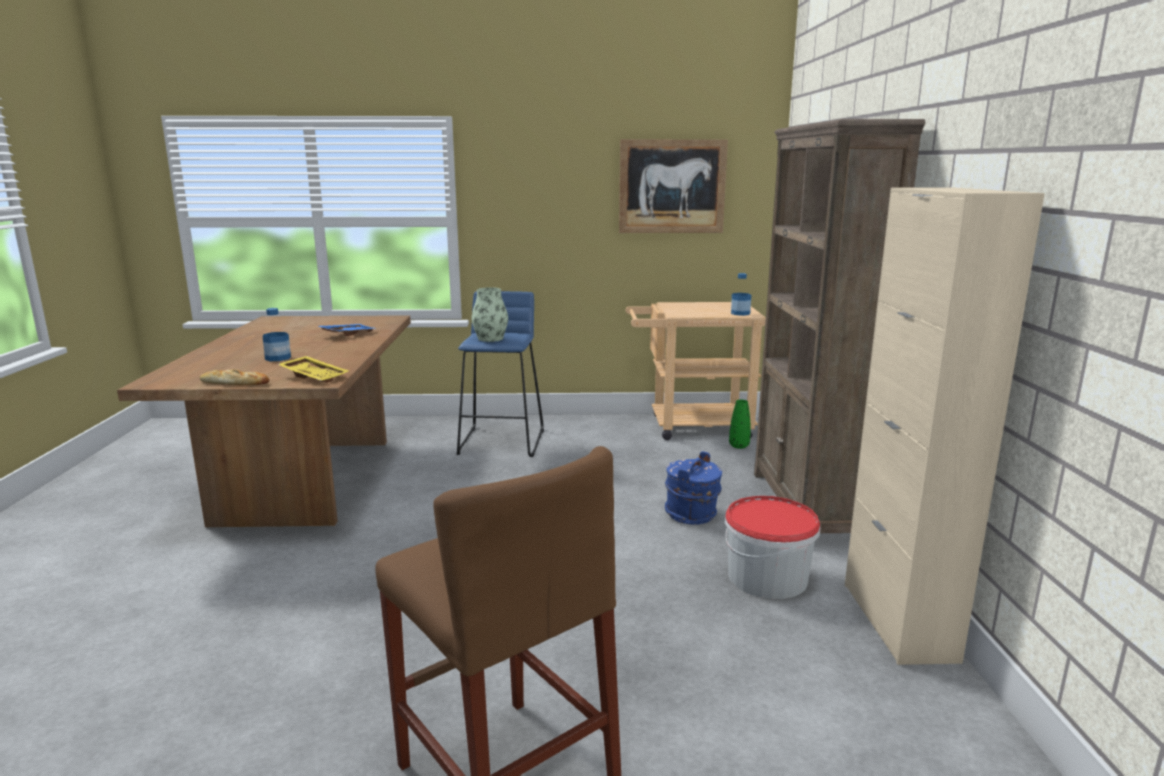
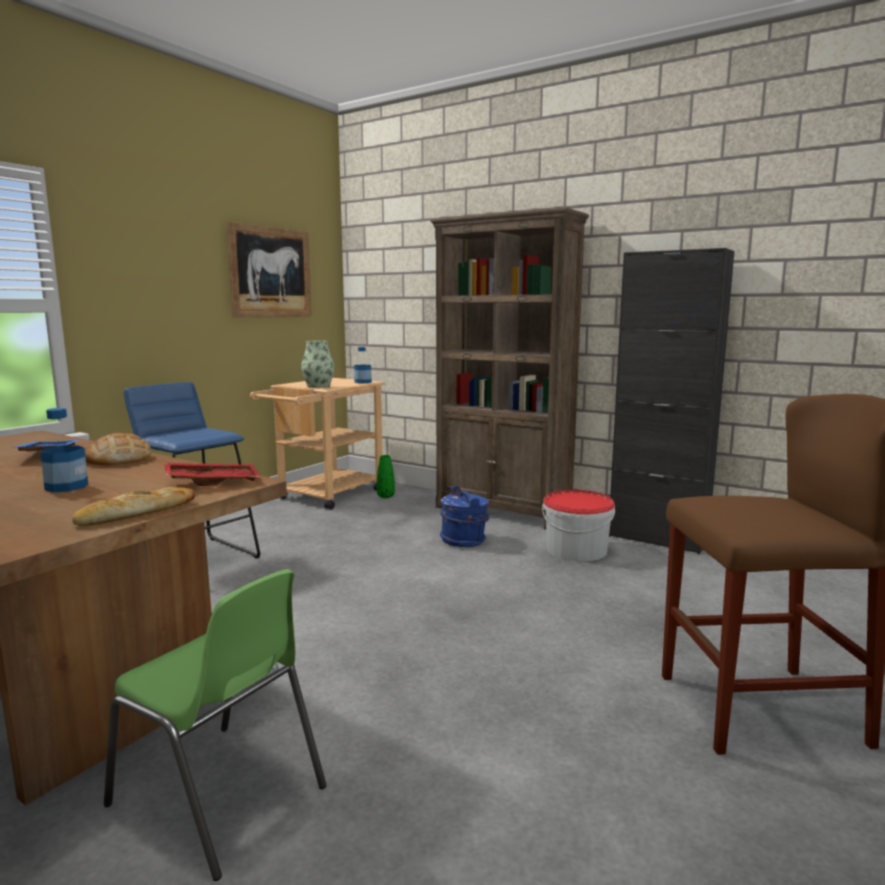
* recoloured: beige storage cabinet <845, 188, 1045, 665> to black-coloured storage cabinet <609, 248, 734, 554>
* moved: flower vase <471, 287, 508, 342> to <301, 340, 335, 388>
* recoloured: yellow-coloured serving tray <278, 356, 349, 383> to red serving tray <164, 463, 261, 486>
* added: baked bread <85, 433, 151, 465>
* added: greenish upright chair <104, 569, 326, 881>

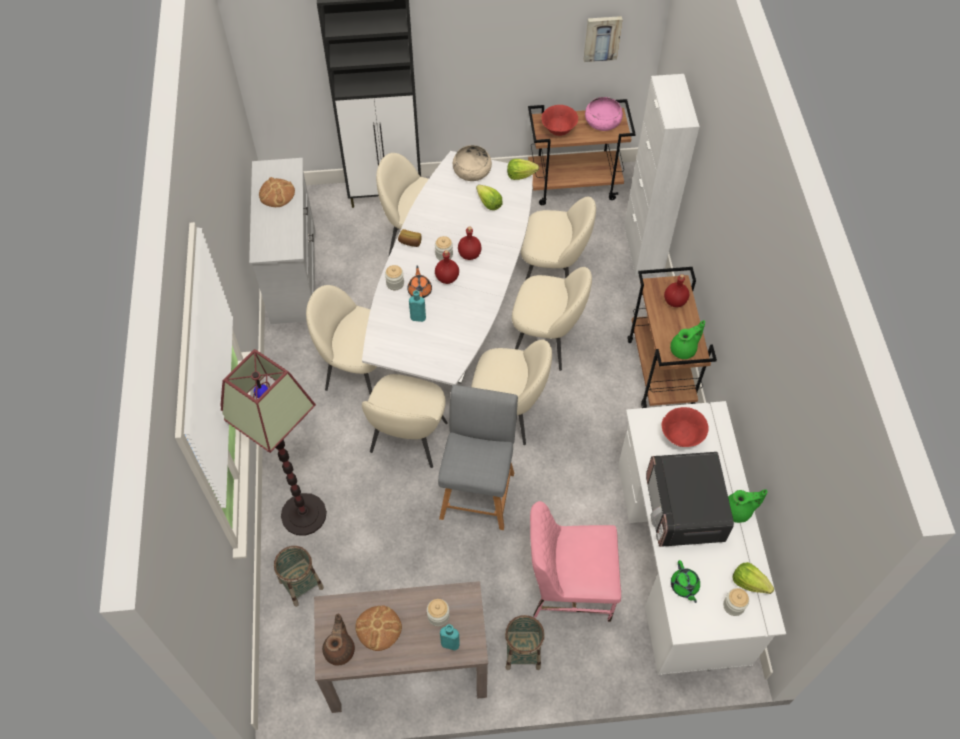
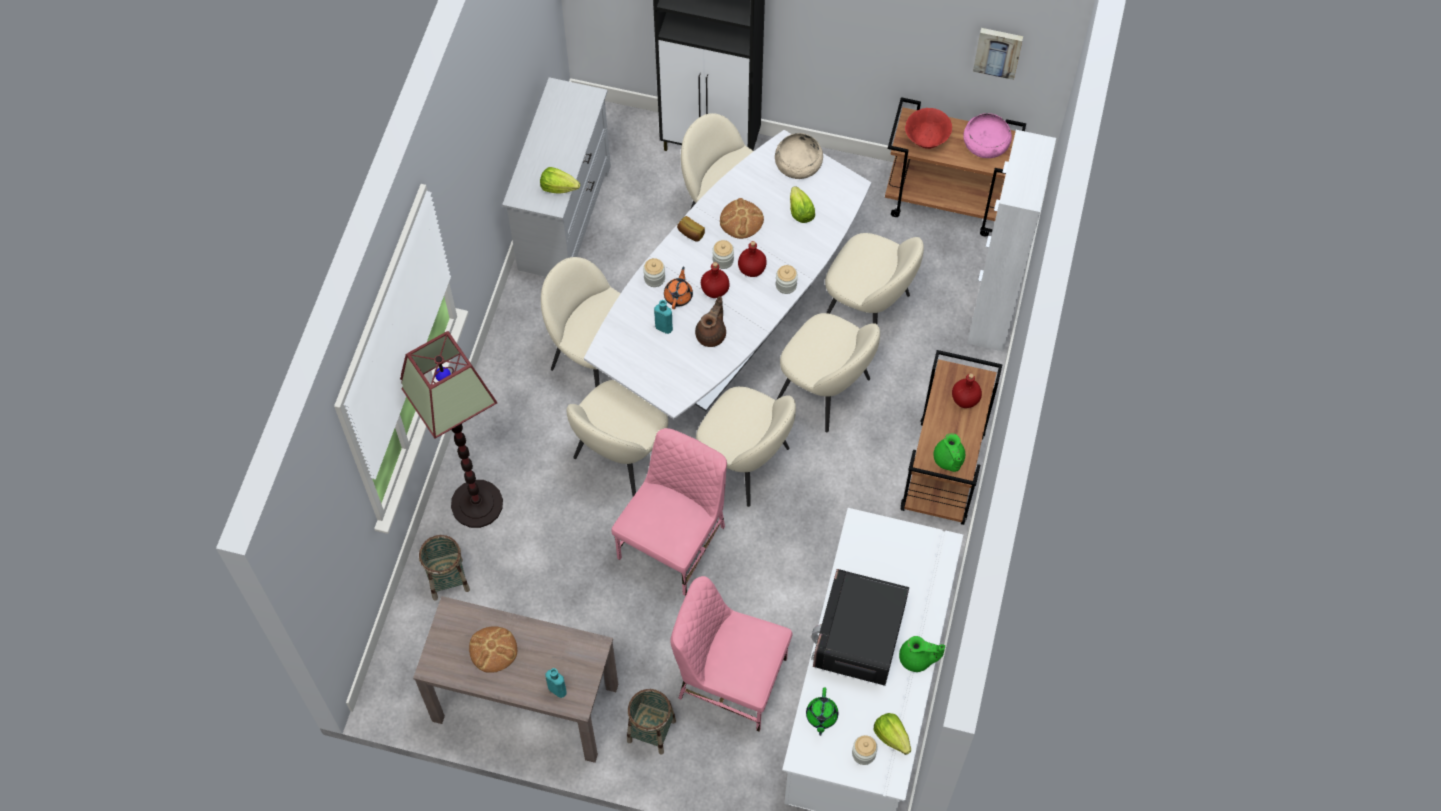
* moved: lettuce head <507, 159, 539, 180> to <540, 167, 580, 194>
* moved: baked bread <259, 177, 295, 207> to <720, 198, 764, 239>
* turned: greenish tea pot <670, 320, 705, 359> = <933, 433, 965, 472> 90 degrees clockwise
* replaced: gray stool <438, 385, 518, 530> to pink upright chair <612, 428, 727, 596>
* removed: red serving bowl <662, 407, 709, 447>
* moved: preserve jar <427, 599, 450, 627> to <776, 265, 798, 294>
* moved: brown tea pot <322, 614, 355, 666> to <695, 296, 726, 347>

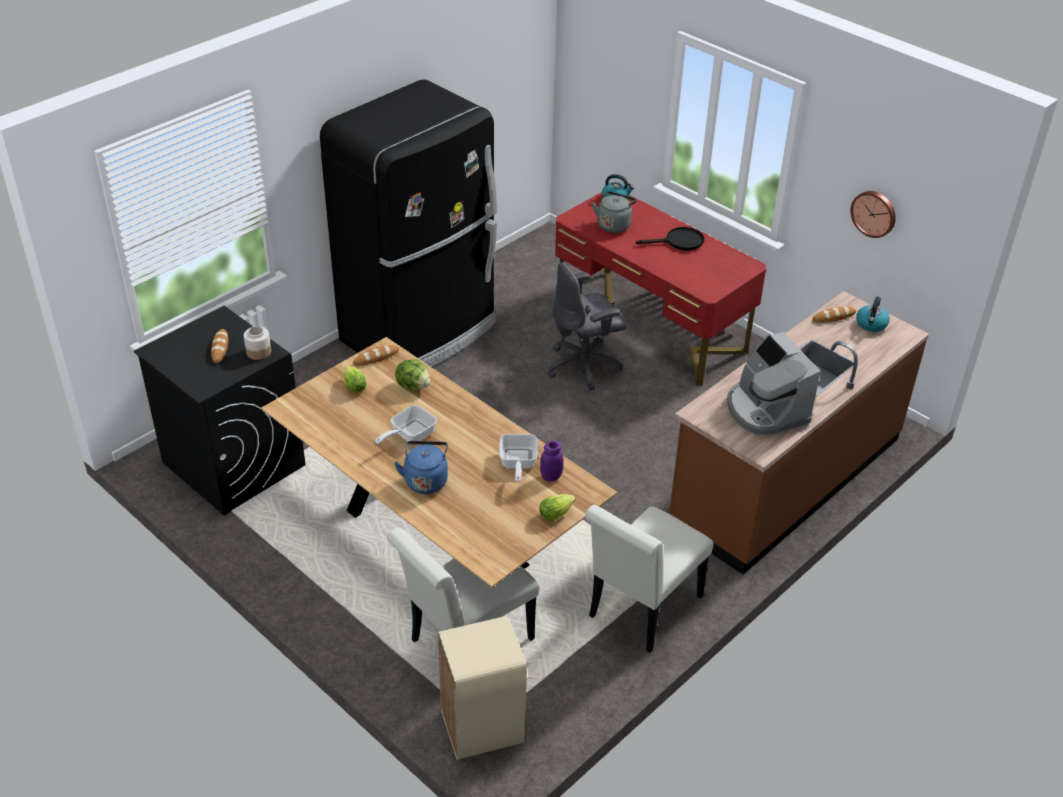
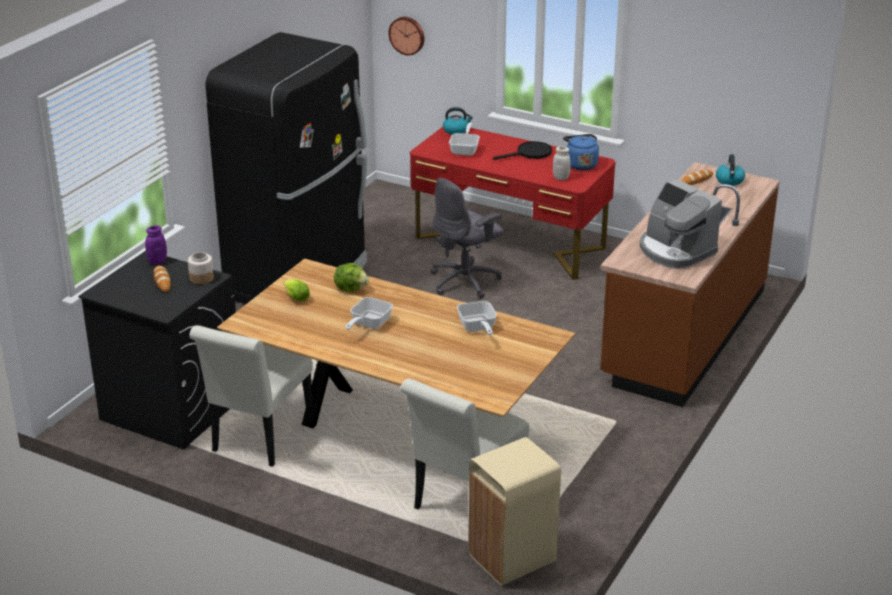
* replaced: gray kettle <592, 191, 637, 233> to frying pan <449, 123, 480, 156>
* moved: hanging clock <850, 191, 896, 238> to <388, 17, 424, 55>
* removed: baked bread <353, 345, 399, 366>
* moved: blue kettle <394, 441, 448, 494> to <563, 134, 599, 170>
* moved: purple-coloured preserve jar <540, 441, 564, 482> to <145, 226, 167, 265>
* removed: lettuce head <539, 494, 575, 521>
* moved: white upright chair <585, 505, 714, 653> to <189, 326, 313, 467>
* added: white preserve jar <553, 146, 571, 180>

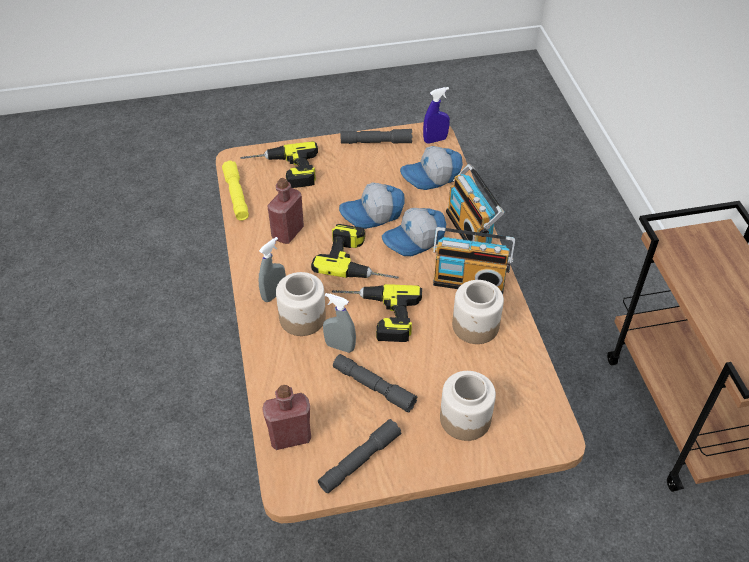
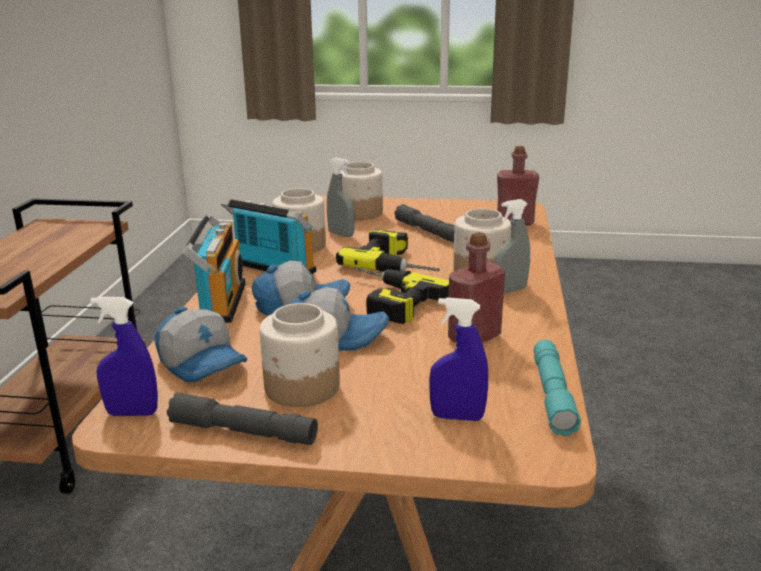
* replaced: power drill <240, 141, 318, 188> to blue sprayer <429, 297, 488, 421>
* turned: baseball cap <400, 146, 463, 190> = <154, 306, 247, 382> 45 degrees clockwise
* recoloured: yellow-coloured torch <222, 160, 249, 221> to turquoise-coloured torch <534, 340, 581, 436>
* moved: gray sprayer <323, 293, 356, 353> to <327, 157, 355, 237>
* removed: gray torch <318, 419, 401, 493>
* added: preserve jar <260, 303, 340, 407>

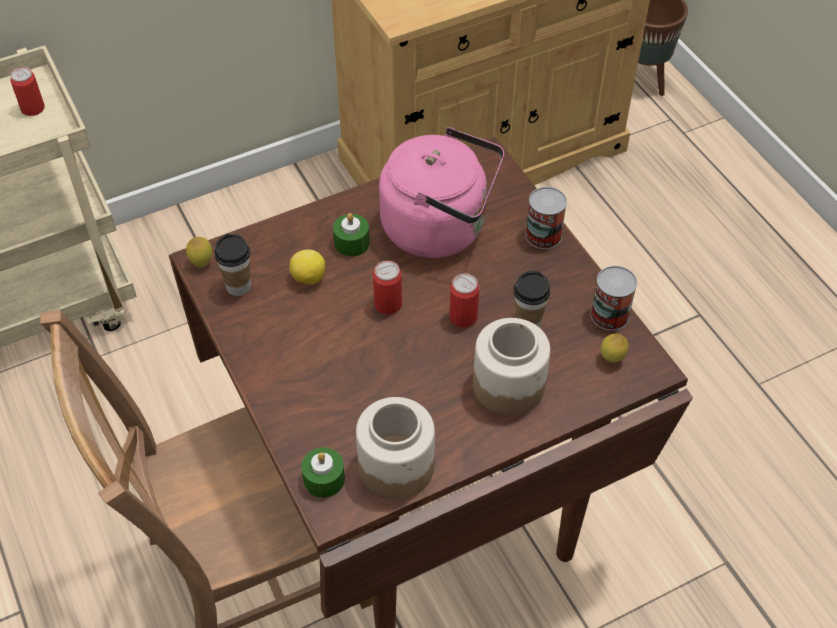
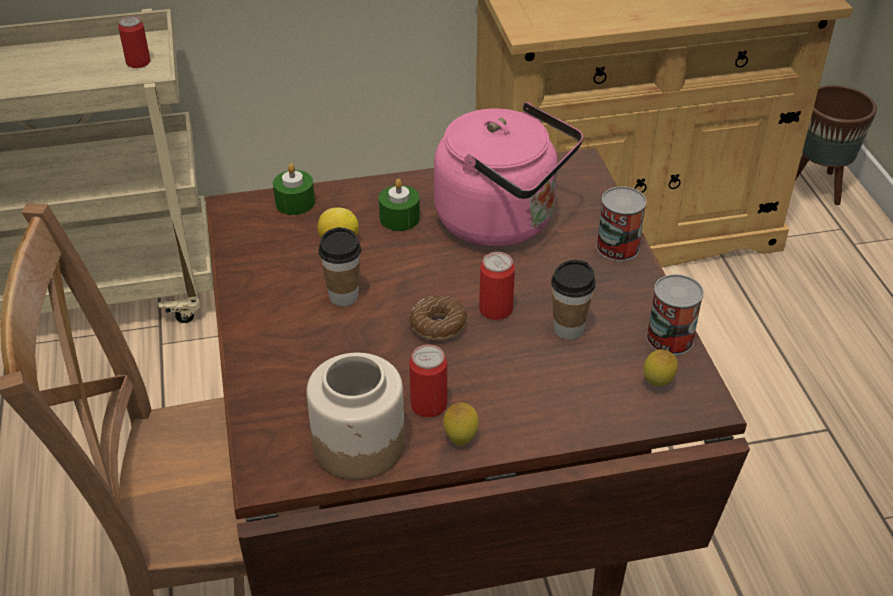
* moved: small cup <214, 234, 251, 296> to <319, 227, 361, 306>
* moved: lemon <186, 237, 213, 268> to <443, 402, 479, 446>
* moved: can <373, 261, 402, 315> to <409, 344, 447, 418>
* removed: preserve jar <473, 318, 550, 416>
* moved: greenish wax light <301, 447, 345, 498> to <273, 164, 315, 215>
* added: donut <410, 295, 467, 341>

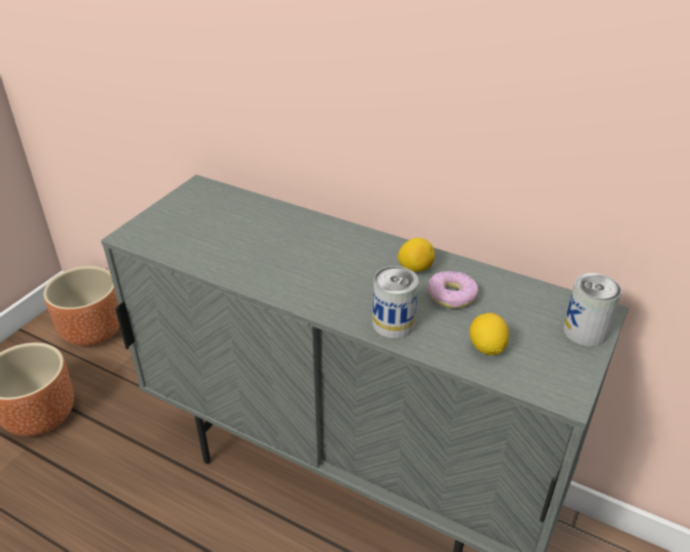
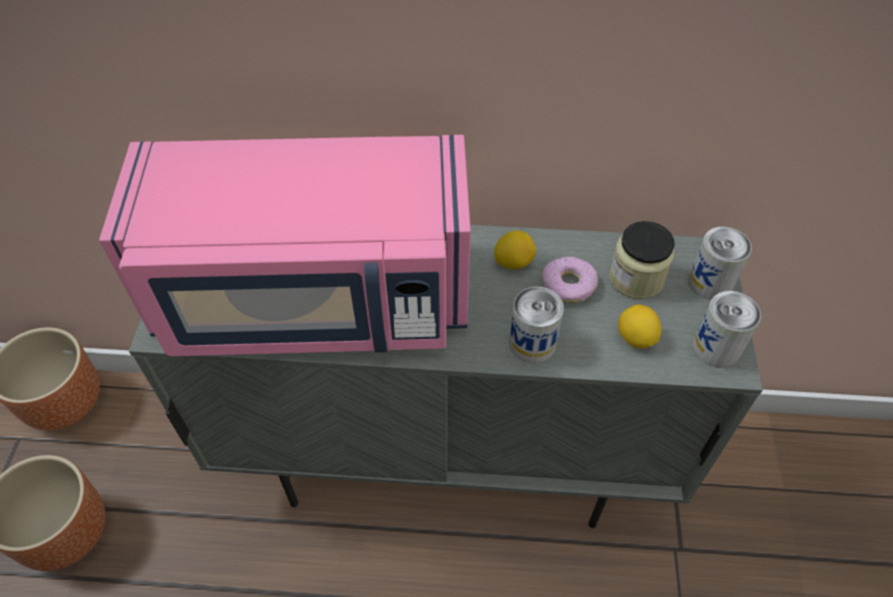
* added: pink microwave <99, 135, 471, 356>
* added: preserve jar <609, 221, 675, 299>
* added: can <693, 291, 761, 368>

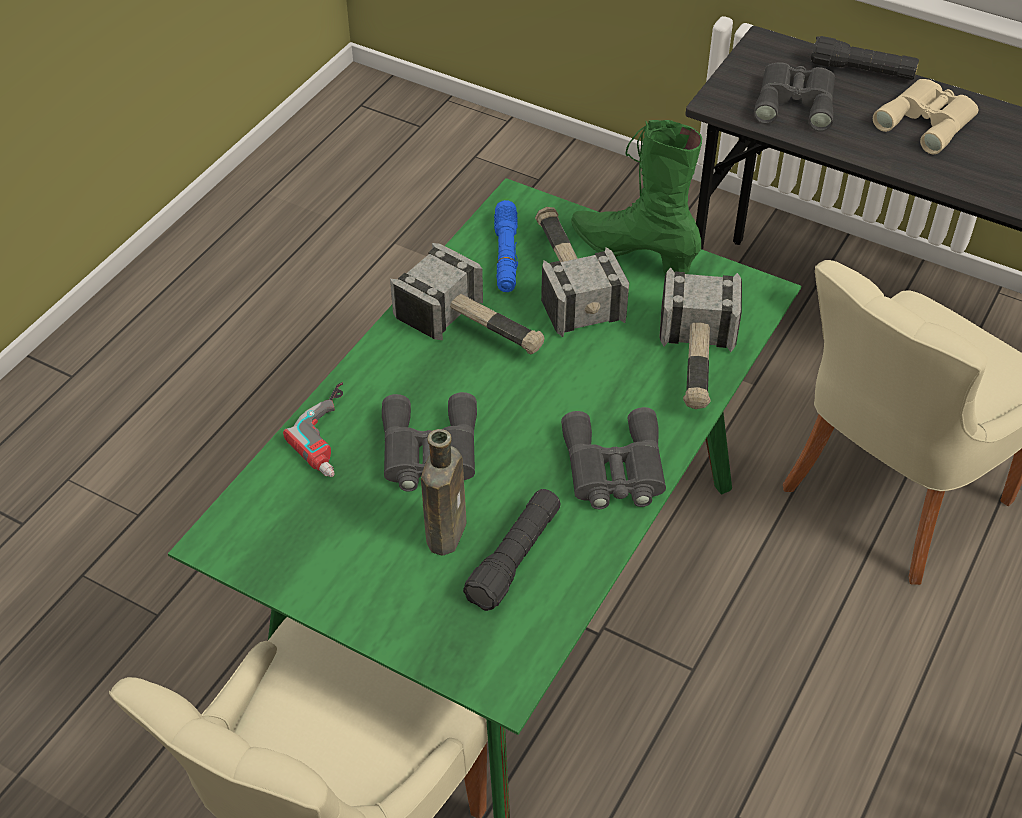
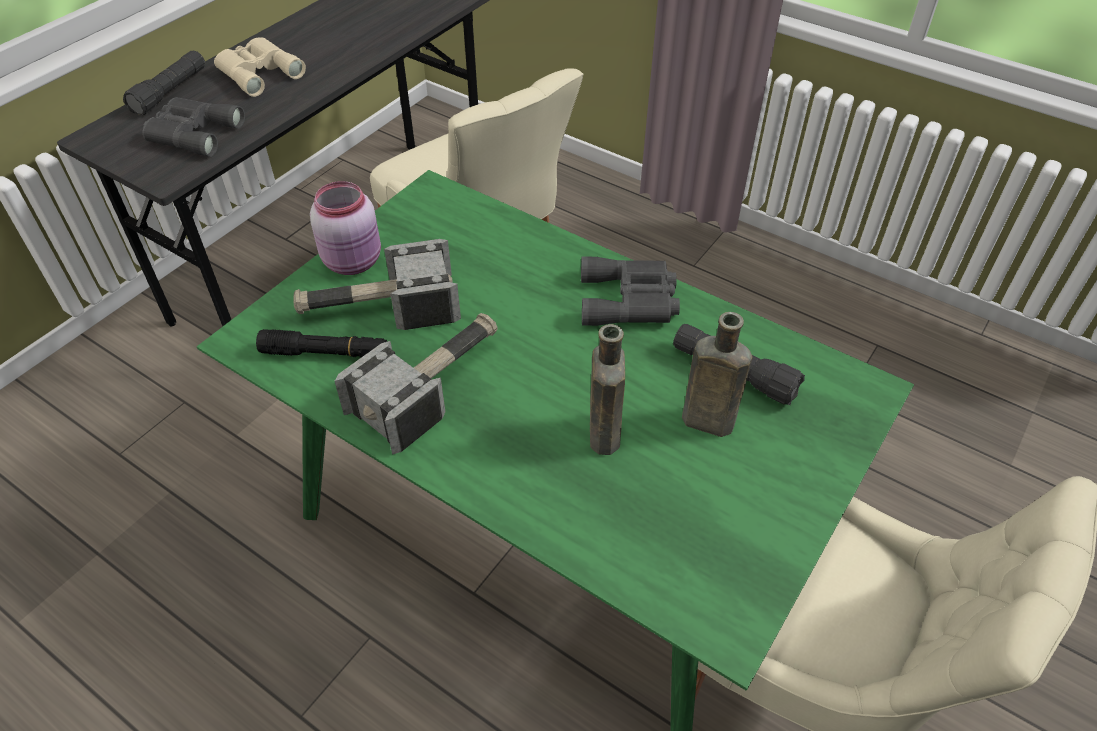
* replaced: greenish tall boot <571, 120, 702, 274> to pink preserve jar <310, 181, 381, 275>
* recoloured: blue torch <494, 200, 518, 292> to black-coloured torch <256, 329, 387, 357>
* removed: tool hammer <659, 268, 742, 409>
* removed: power drill <283, 382, 343, 477>
* replaced: gray binoculars <382, 392, 477, 491> to brown beverage bottle <590, 324, 625, 455>

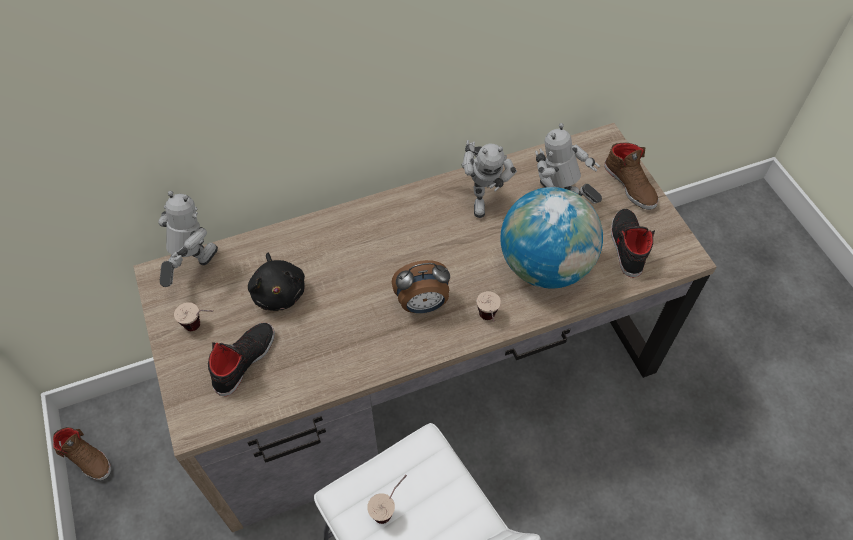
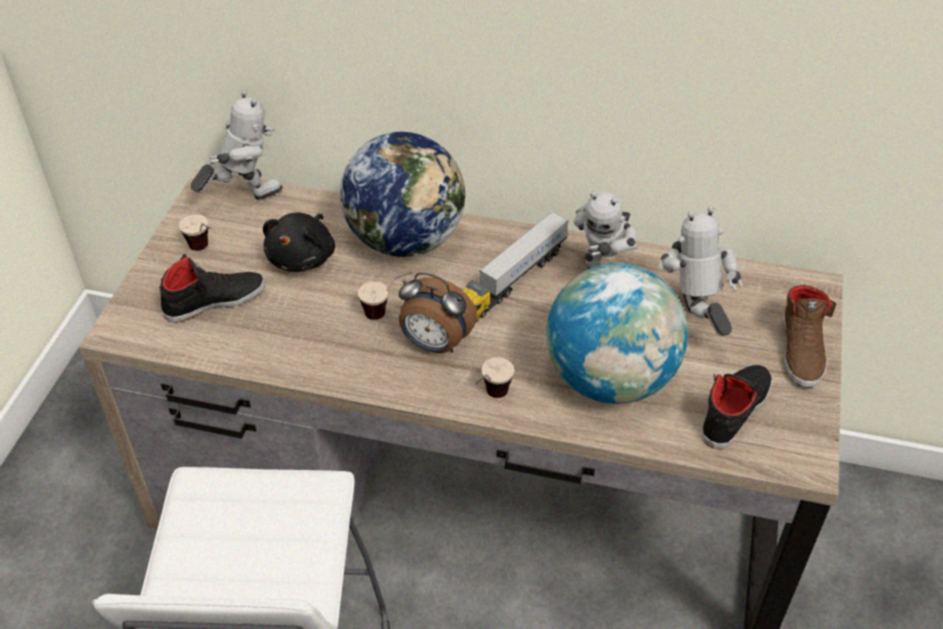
* removed: brown shoe <53, 427, 111, 481>
* moved: small cup <367, 475, 407, 524> to <358, 271, 413, 320>
* added: world globe <340, 132, 465, 257>
* added: model truck <463, 211, 569, 321>

